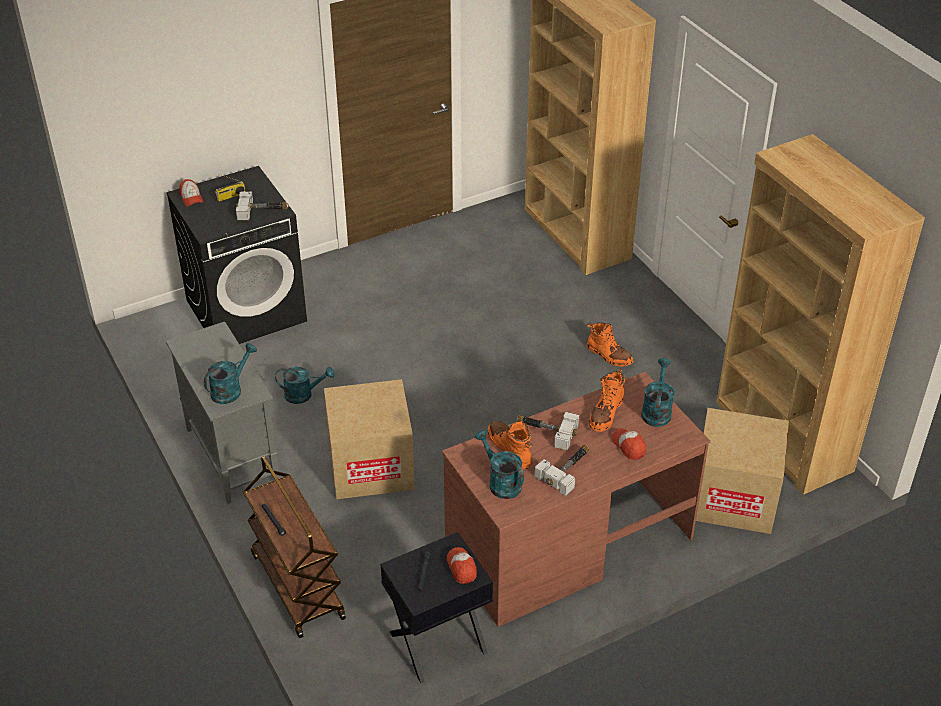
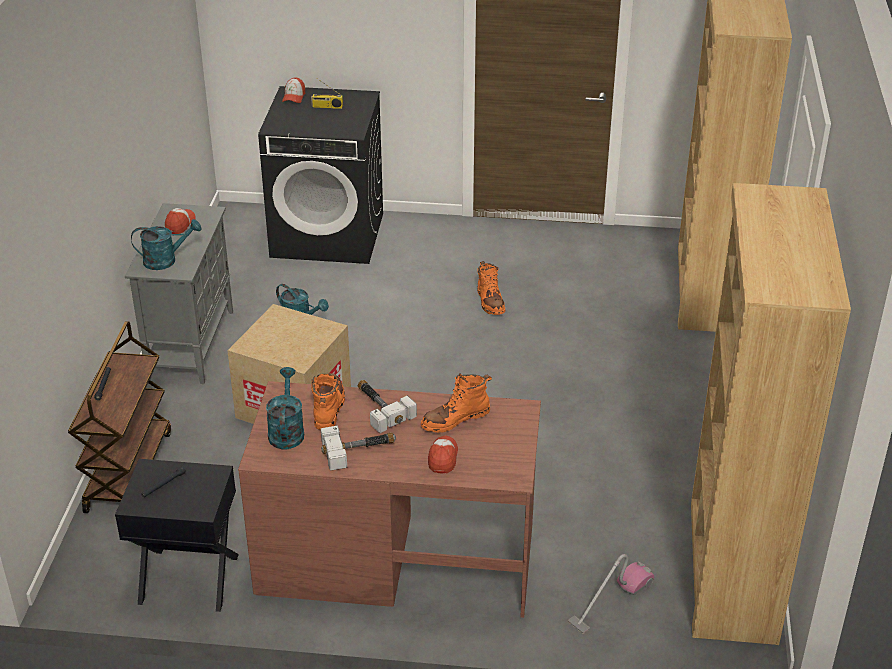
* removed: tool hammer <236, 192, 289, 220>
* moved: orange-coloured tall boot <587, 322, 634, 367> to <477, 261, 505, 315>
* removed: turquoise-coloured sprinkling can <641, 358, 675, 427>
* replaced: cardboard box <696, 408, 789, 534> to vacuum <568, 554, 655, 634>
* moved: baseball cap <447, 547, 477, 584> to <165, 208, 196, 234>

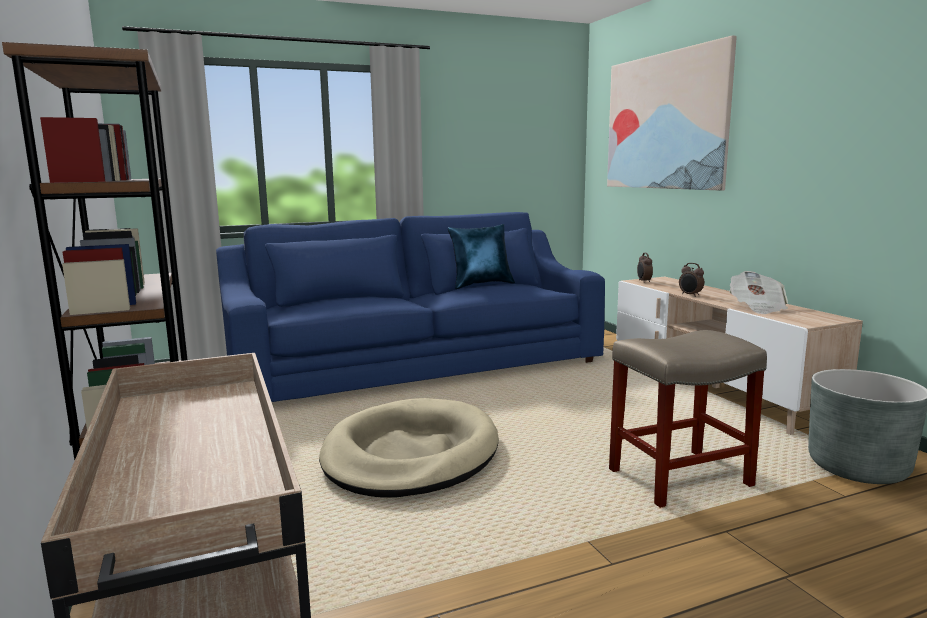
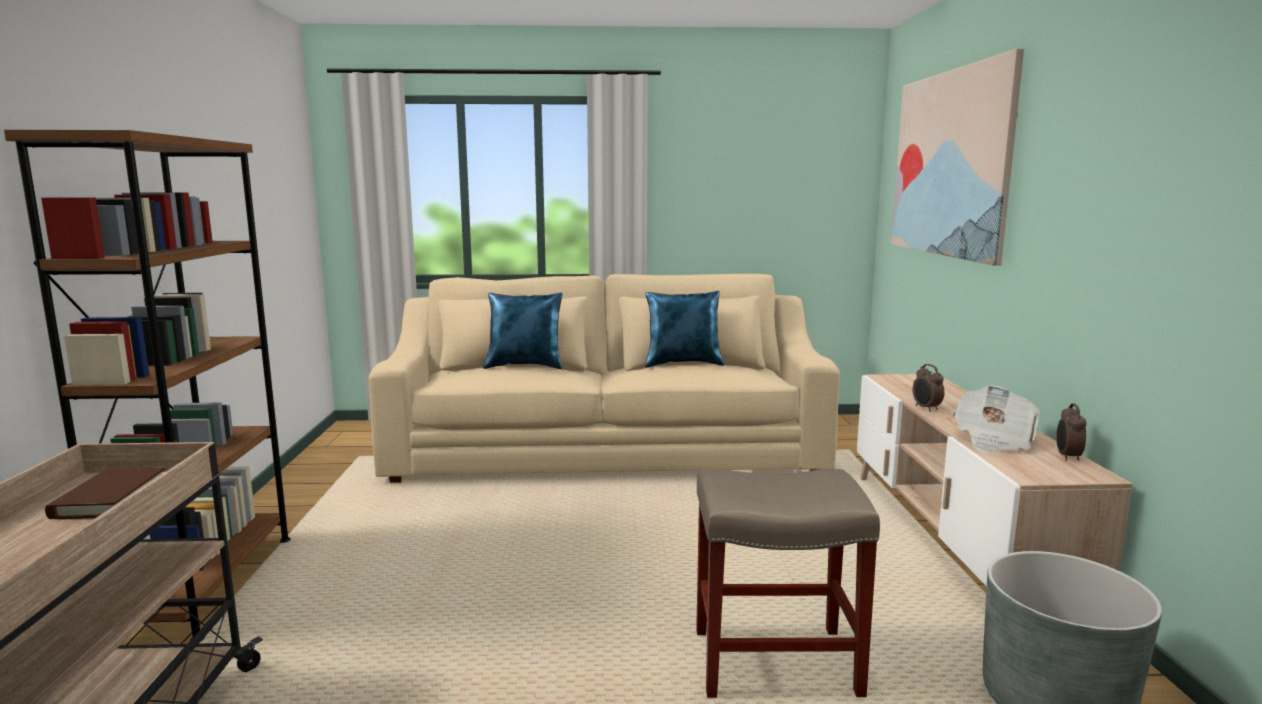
* recoloured: blue sofa <216, 212, 605, 402> to beige sofa <369, 274, 840, 483>
* moved: table clock <637, 253, 653, 283> to <1056, 403, 1087, 461>
* removed: beige dog cushion <319, 398, 499, 497>
* added: blue cushion <483, 293, 563, 369>
* added: brown bound book <45, 468, 165, 519>

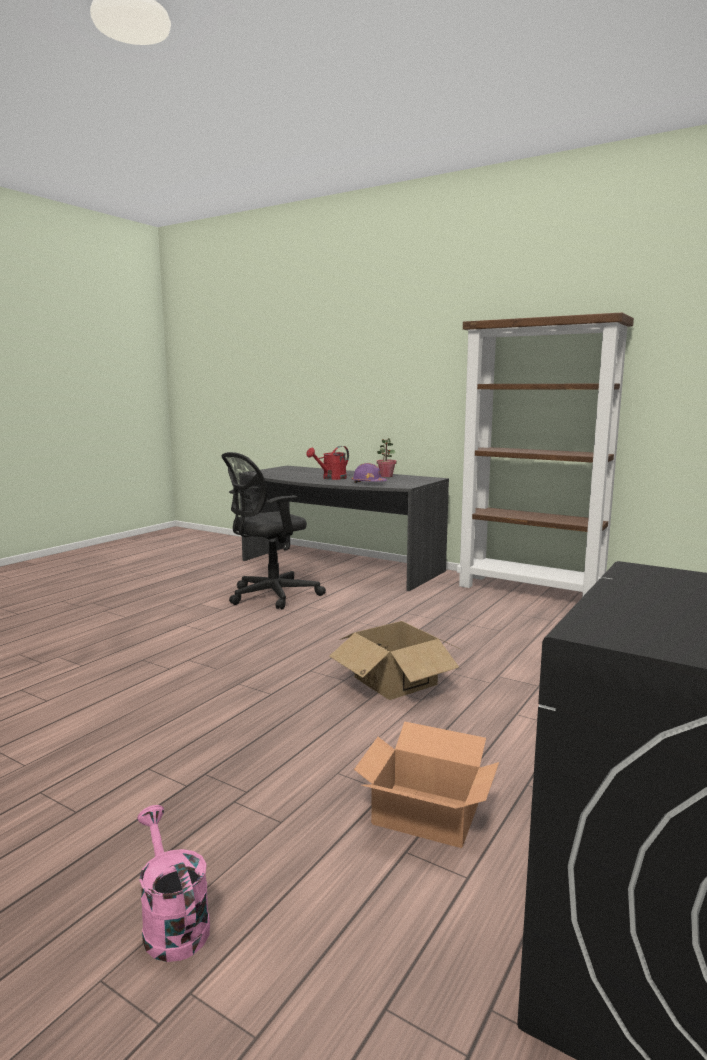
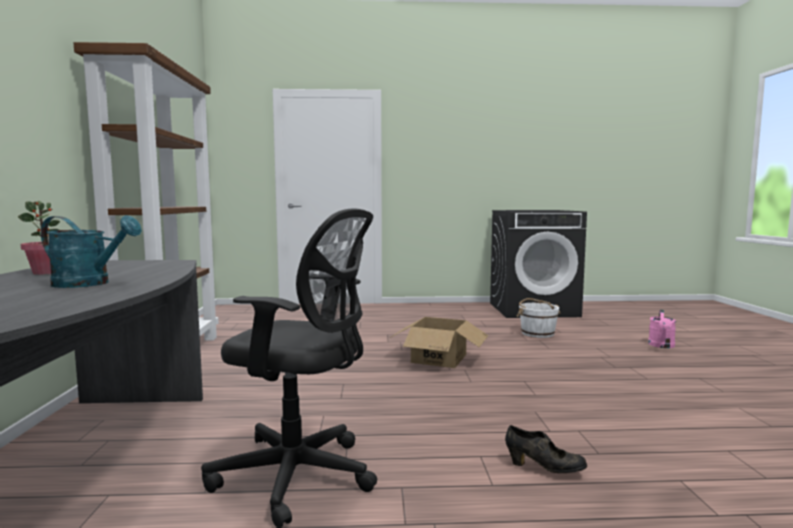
* recoloured: red sprinkling can <306, 446, 349, 480> to turquoise-coloured sprinkling can <41, 215, 142, 288>
* removed: purple-coloured hard hat <352, 463, 387, 483>
* replaced: cardboard box <354, 721, 499, 848> to white water bucket <516, 298, 561, 338>
* added: black-coloured shoe <505, 425, 587, 473>

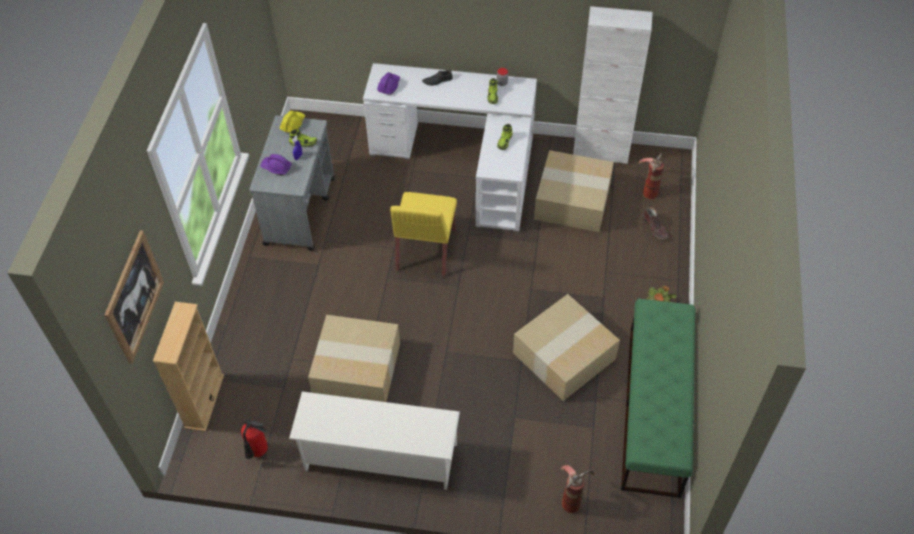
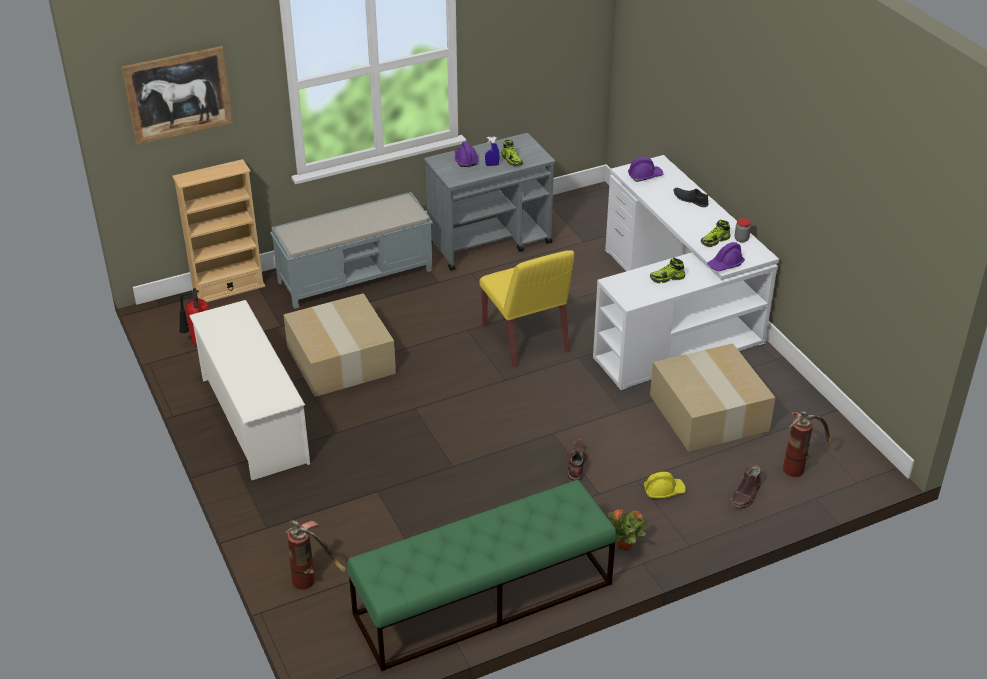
* removed: white storage cabinet <573, 6, 653, 164>
* moved: yellow-coloured hard hat <280, 110, 305, 133> to <644, 472, 686, 500>
* turned: yellow-coloured upright chair <390, 192, 457, 277> = <479, 250, 574, 368> 90 degrees counterclockwise
* removed: cardboard box <513, 294, 620, 401>
* added: gray long seat <270, 192, 433, 309>
* added: purple-coloured hard hat <707, 242, 745, 272>
* added: brown tall boot <567, 440, 587, 481>

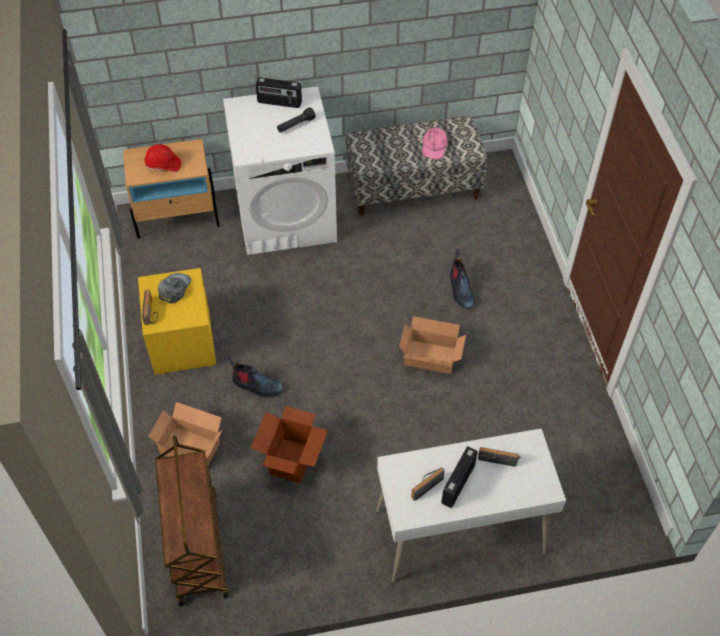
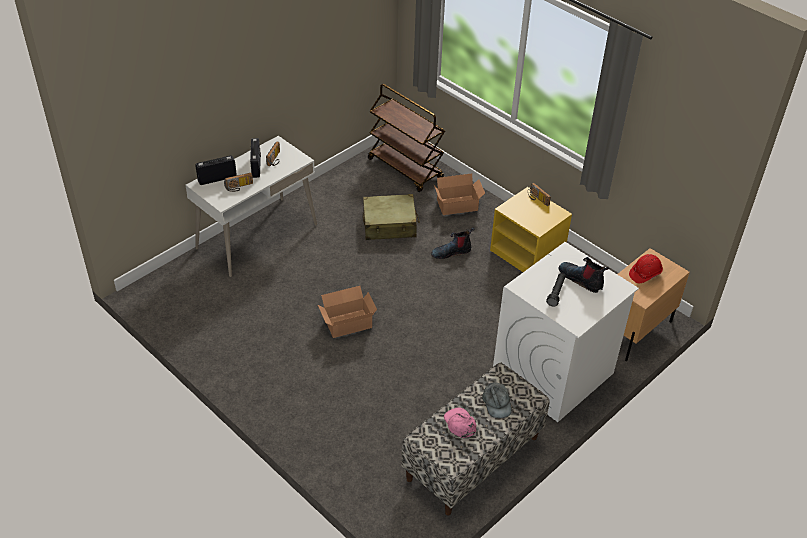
* moved: radio <255, 77, 302, 108> to <195, 155, 237, 185>
* moved: tall boot <450, 250, 475, 309> to <559, 257, 609, 293>
* moved: gray baseball cap <158, 273, 191, 303> to <482, 382, 512, 418>
* replaced: cardboard box <251, 406, 328, 483> to beige suitcase <363, 194, 420, 240>

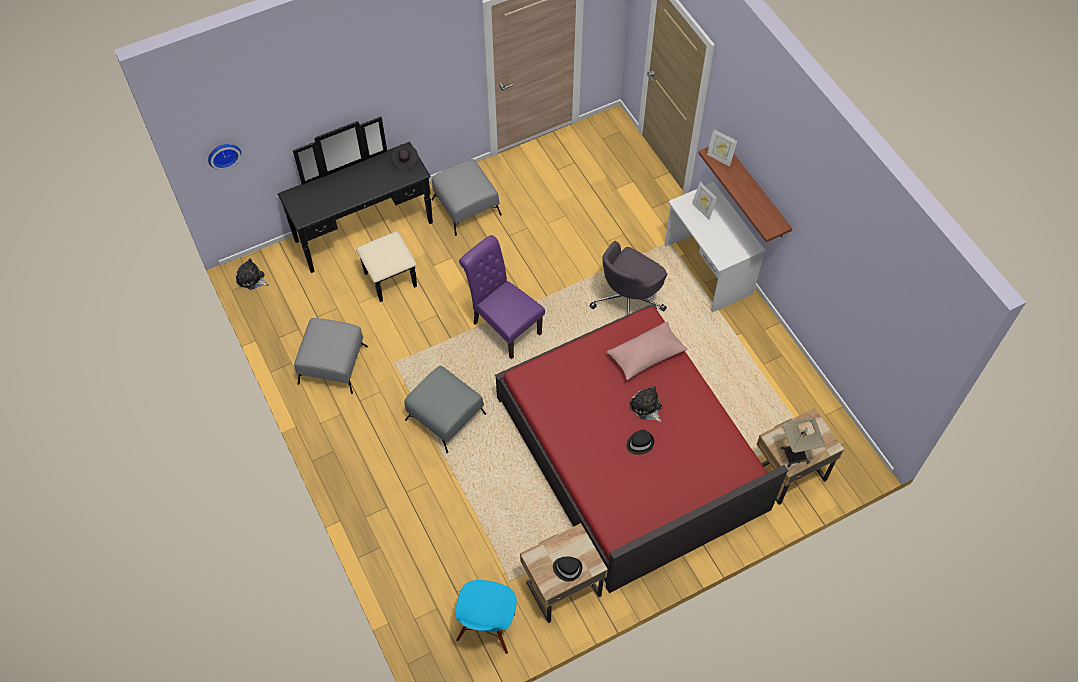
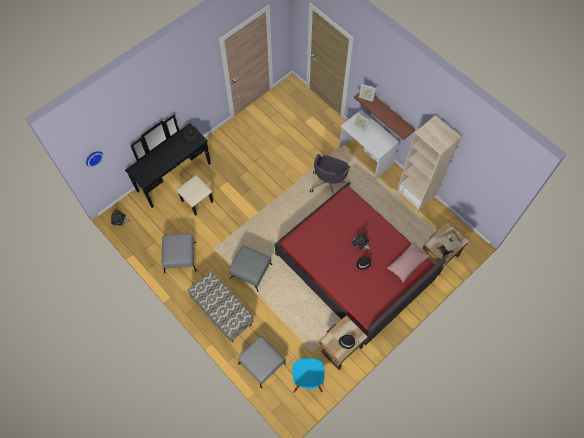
* moved: gray footrest <432, 159, 502, 236> to <238, 336, 286, 388>
* removed: purple-coloured upright chair <459, 235, 545, 359>
* moved: pink cushion <607, 322, 687, 380> to <387, 242, 430, 283>
* added: beige bookcase <397, 115, 461, 213>
* added: long seat <188, 272, 254, 342>

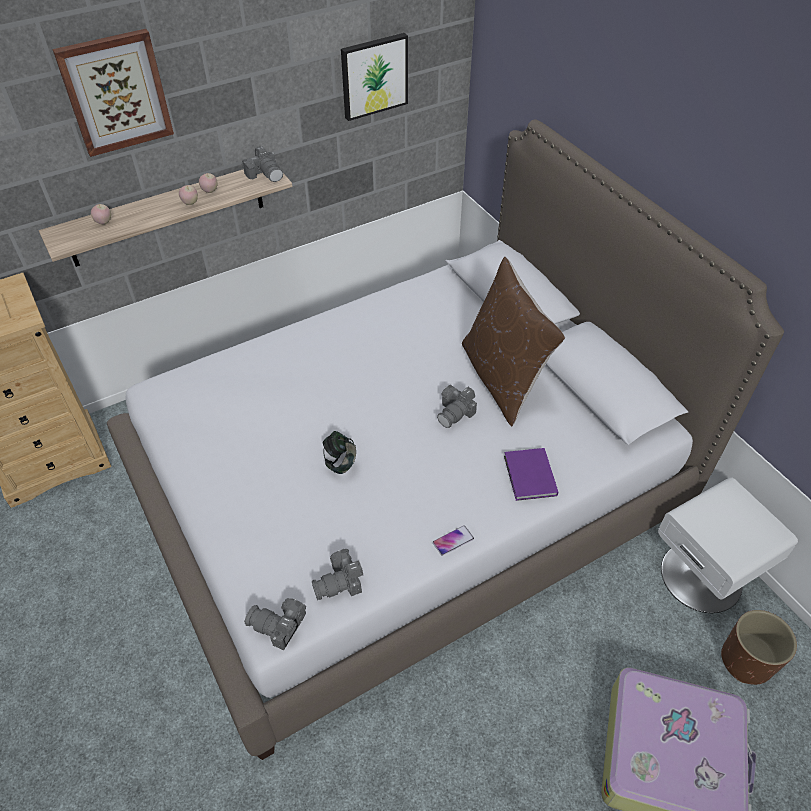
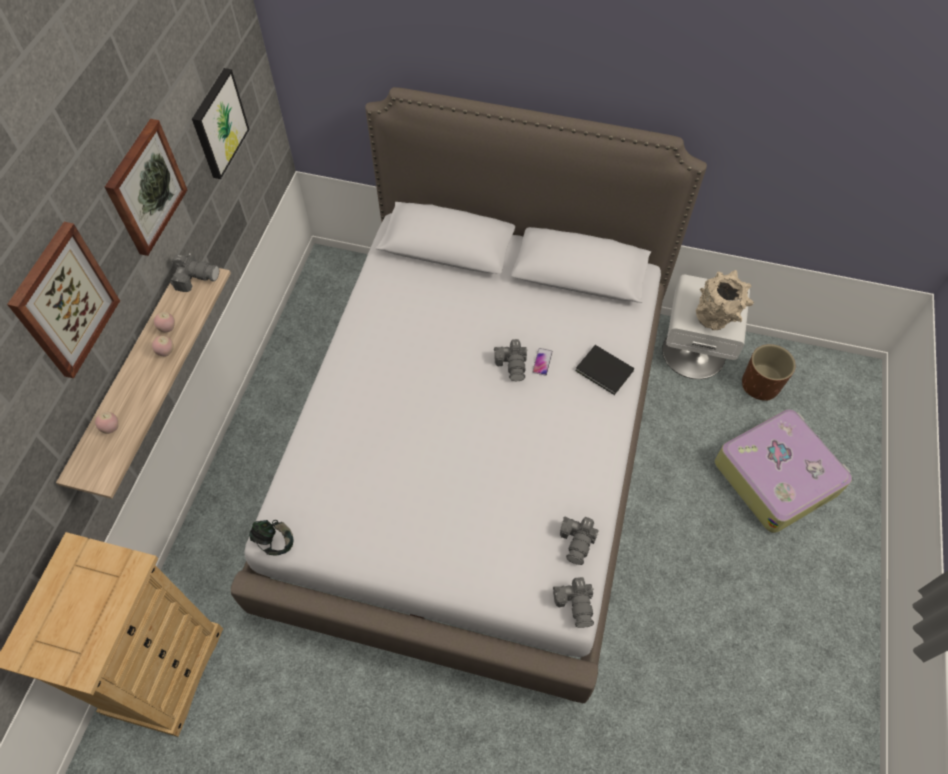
* removed: brown cushion <462, 257, 565, 426>
* moved: headset <322, 431, 356, 474> to <249, 520, 293, 556>
* recoloured: purple-coloured bound book <504, 448, 558, 501> to black-coloured bound book <575, 345, 634, 395>
* moved: handset <433, 525, 474, 556> to <532, 348, 553, 376>
* turned: photo camera <244, 598, 306, 650> = <553, 577, 594, 628> 75 degrees counterclockwise
* added: picture <105, 119, 187, 256>
* added: beige flower vase <695, 270, 754, 330>

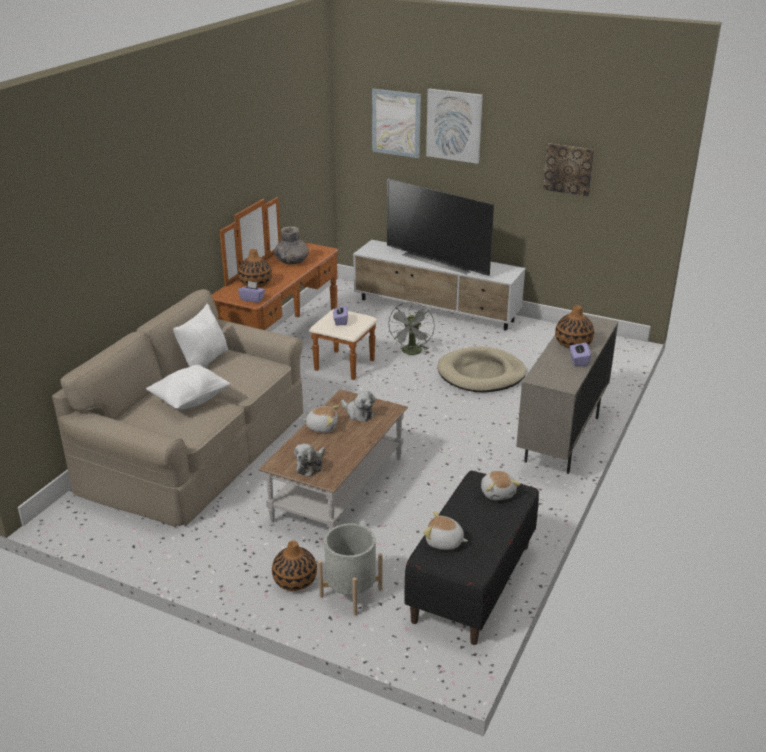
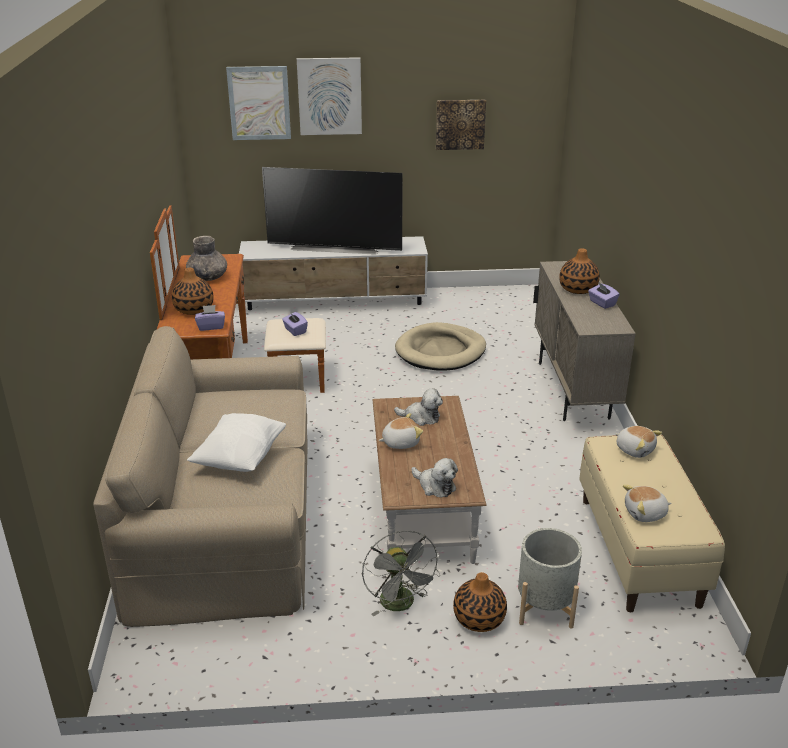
* moved: gray cooling fan <388, 302, 435, 355> to <362, 531, 440, 616>
* removed: white cushion <173, 304, 228, 368>
* turned: plush toy <294, 444, 325, 477> = <411, 458, 458, 498> 45 degrees counterclockwise
* recoloured: black-coloured long seat <404, 470, 539, 645> to beige long seat <579, 434, 725, 612>

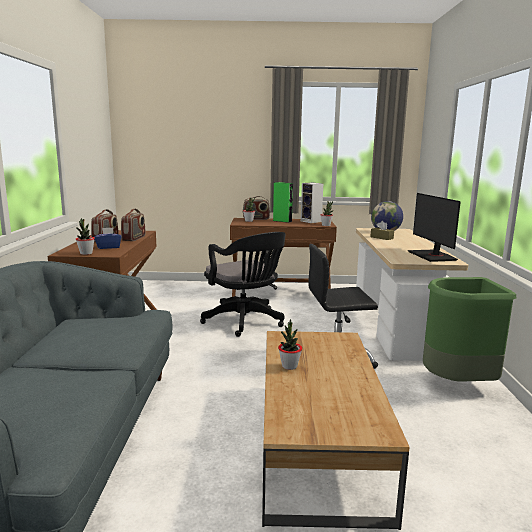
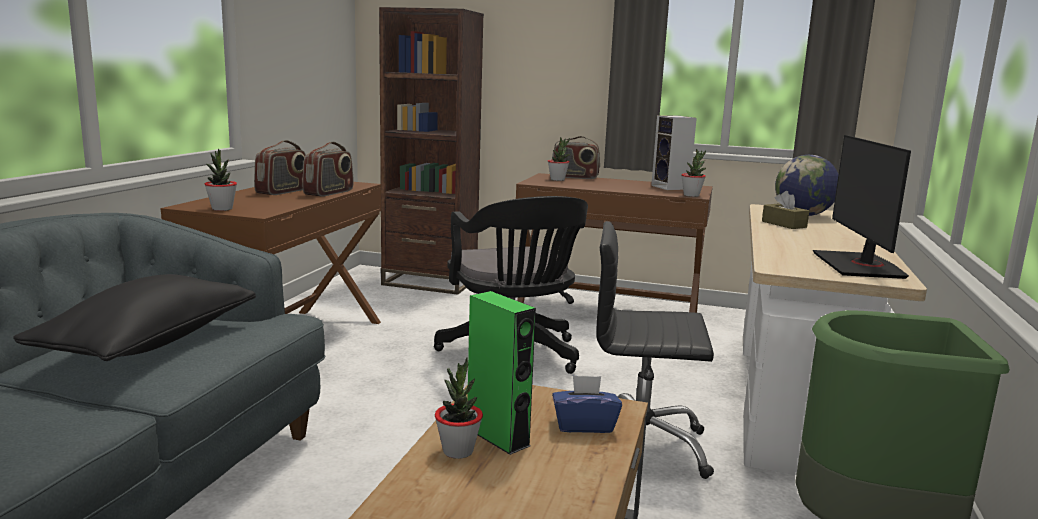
* moved: greenish loudspeaker <273, 182, 293, 223> to <467, 291, 536, 455>
* moved: blue tissue holder <94, 228, 122, 249> to <552, 375, 622, 433>
* added: brown bookcase <379, 7, 484, 295>
* added: black-coloured cushion <13, 274, 256, 361>

